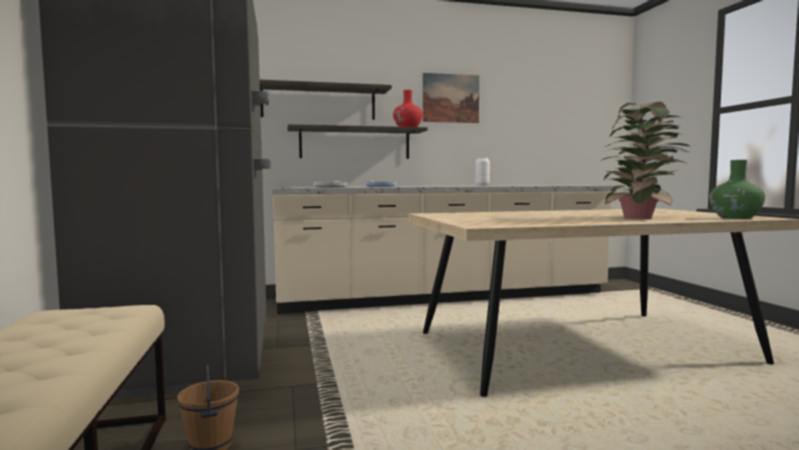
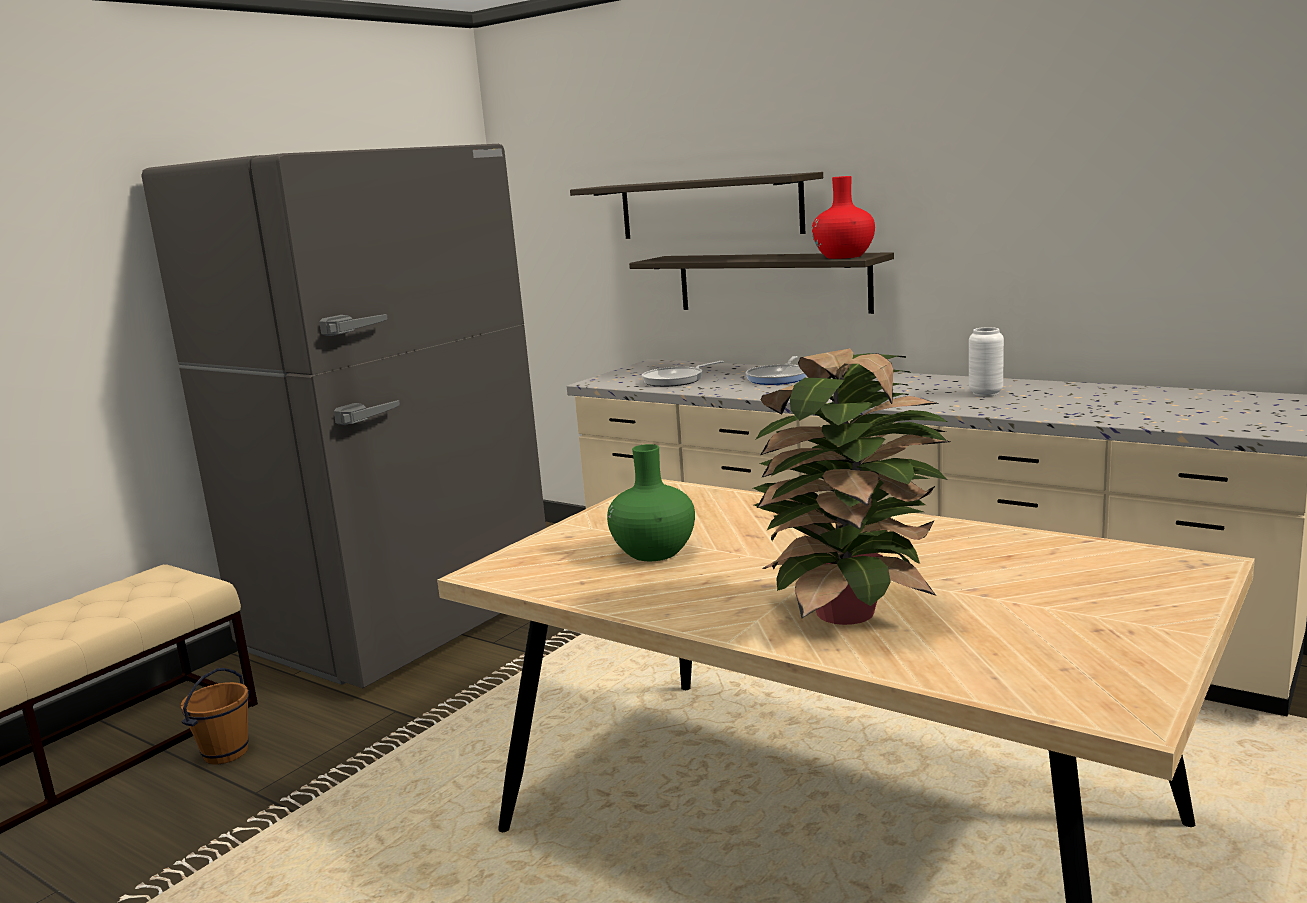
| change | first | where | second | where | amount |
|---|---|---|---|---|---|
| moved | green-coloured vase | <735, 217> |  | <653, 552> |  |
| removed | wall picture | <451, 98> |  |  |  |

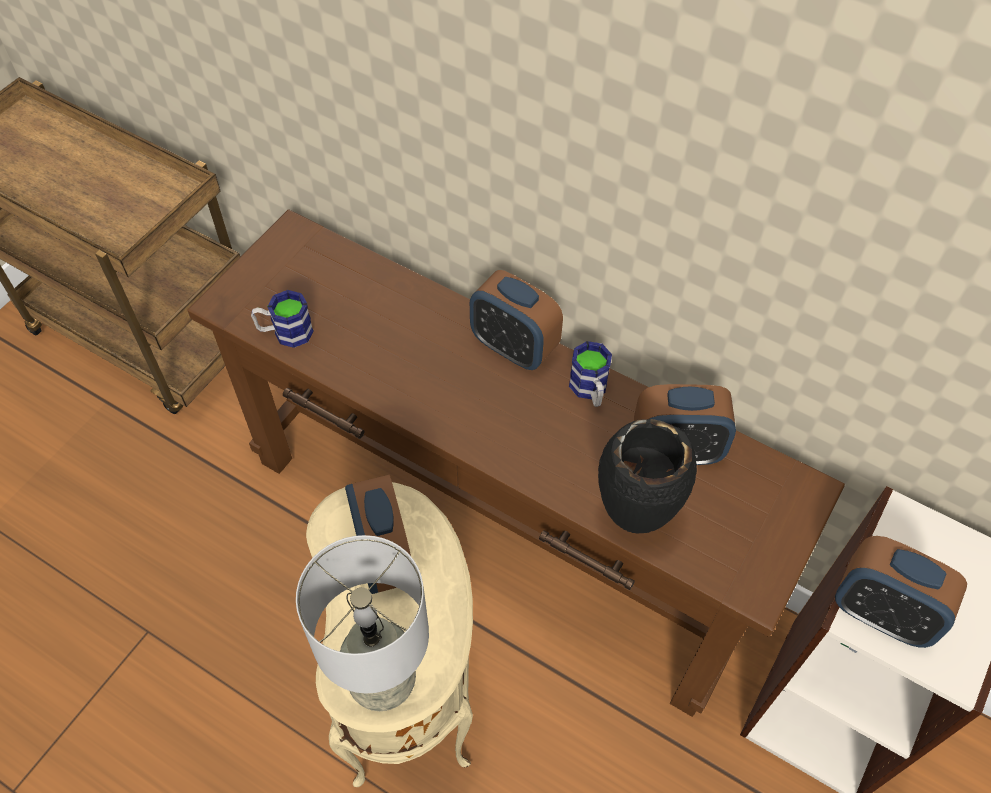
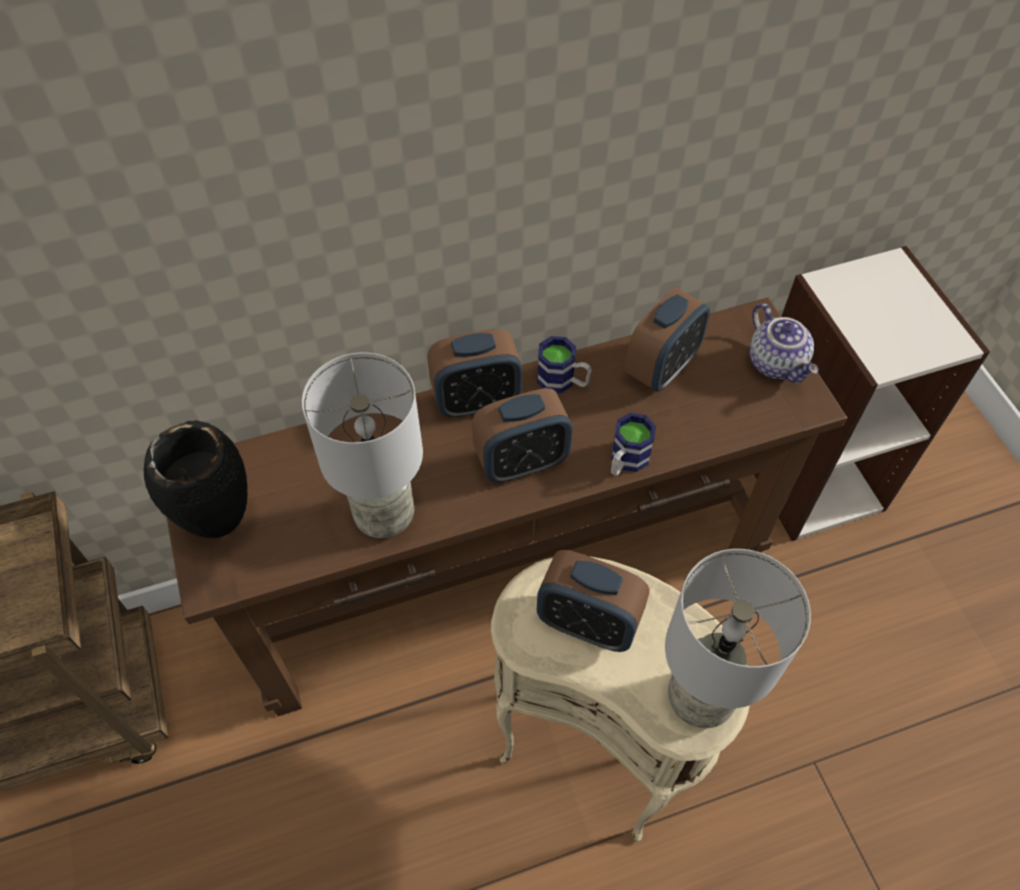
| change | first | where | second | where | amount |
|---|---|---|---|---|---|
| moved | black vase | <633, 518> |  | <220, 525> |  |
| added |  |  | grey table lamp | <383, 515> |  |
| moved | bedside clock | <881, 613> |  | <521, 462> |  |
| moved | mug | <285, 332> |  | <626, 461> |  |
| added |  |  | teapot | <777, 363> |  |

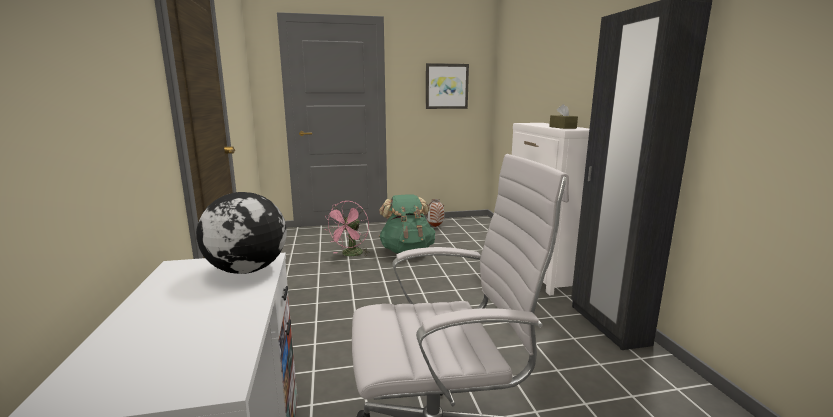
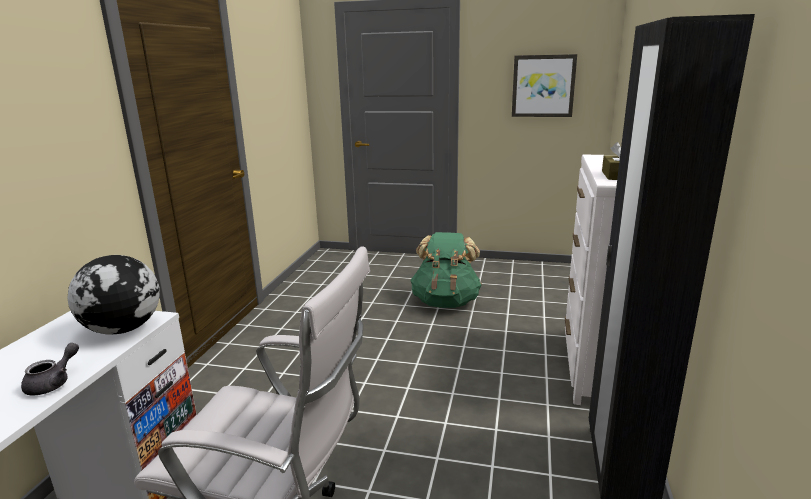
| change | first | where | second | where | amount |
|---|---|---|---|---|---|
| added |  |  | grey teapot | <54, 383> |  |
| removed | pinkish fan | <350, 255> |  |  |  |
| removed | vase | <435, 226> |  |  |  |

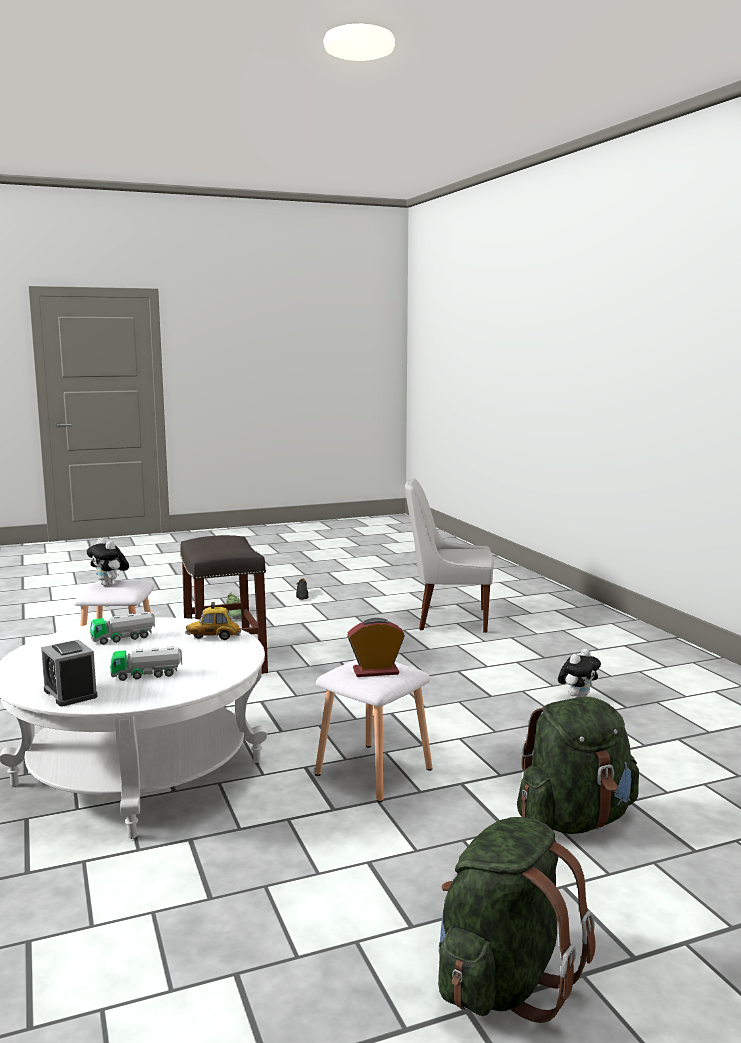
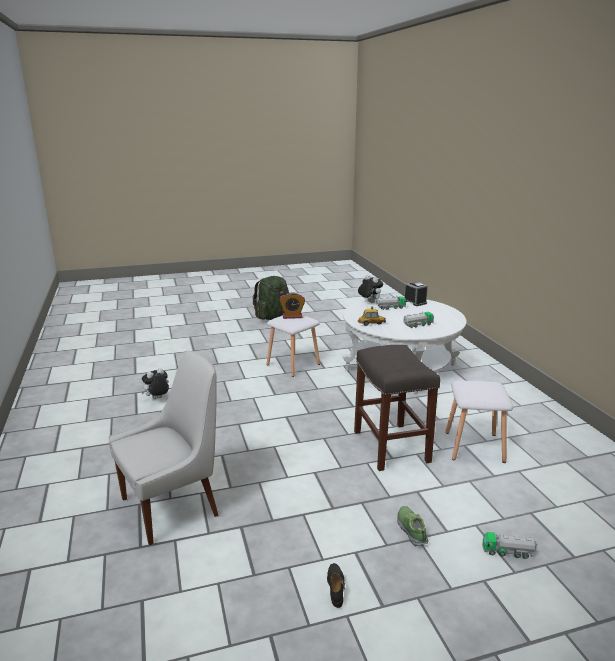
| change | first | where | second | where | amount |
|---|---|---|---|---|---|
| turned | white chair | <449, 619> |  | <174, 506> | 45 degrees counterclockwise |
| moved | cuddly toy | <110, 585> |  | <369, 302> |  |
| added |  |  | model truck | <507, 552> |  |
| removed | green-coloured backpack | <575, 820> |  |  |  |

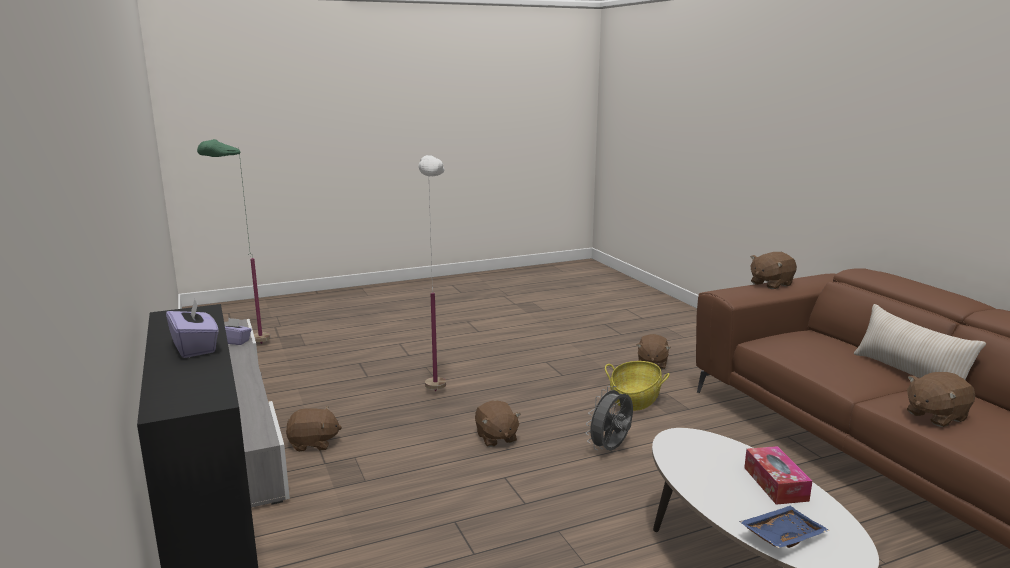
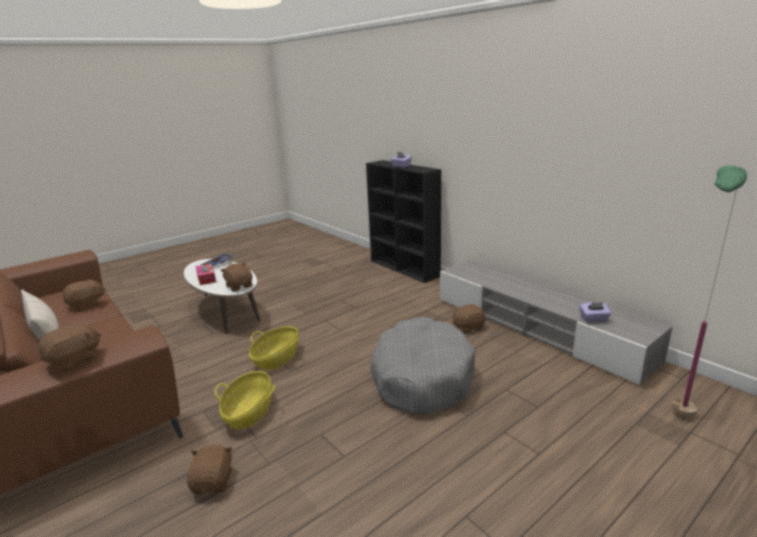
| change | first | where | second | where | amount |
|---|---|---|---|---|---|
| moved | brownish cuddly toy | <496, 438> |  | <239, 286> |  |
| replaced | grey fan | <610, 449> | basket | <277, 359> |  |
| replaced | white standard lamp | <438, 399> | grey dog cushion | <421, 377> |  |

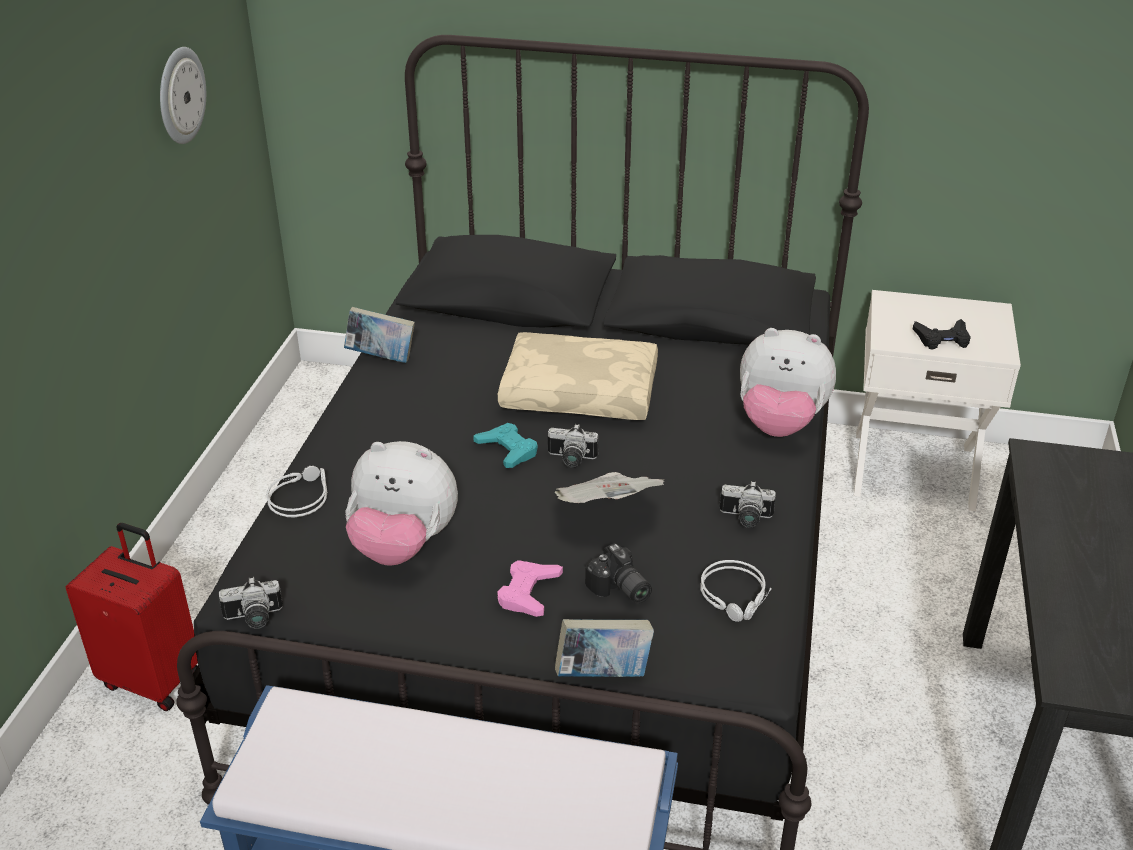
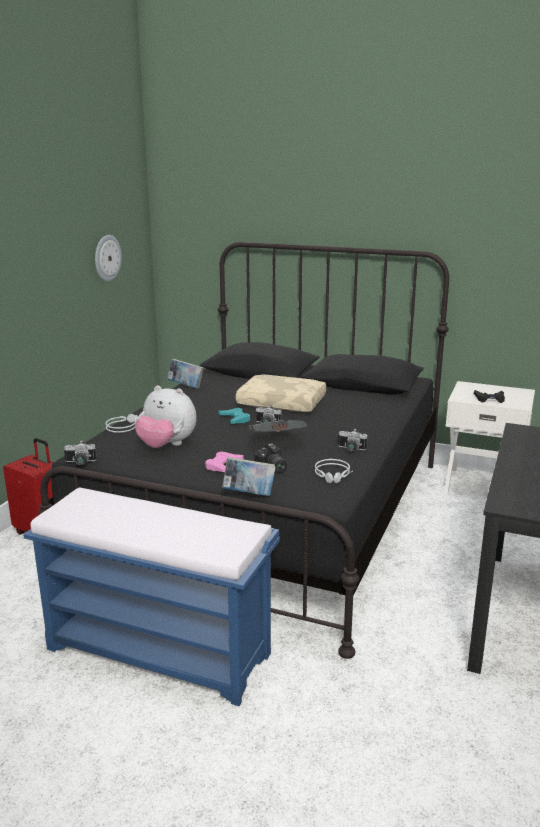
| change | first | where | second | where | amount |
|---|---|---|---|---|---|
| removed | cuddly toy | <780, 424> |  |  |  |

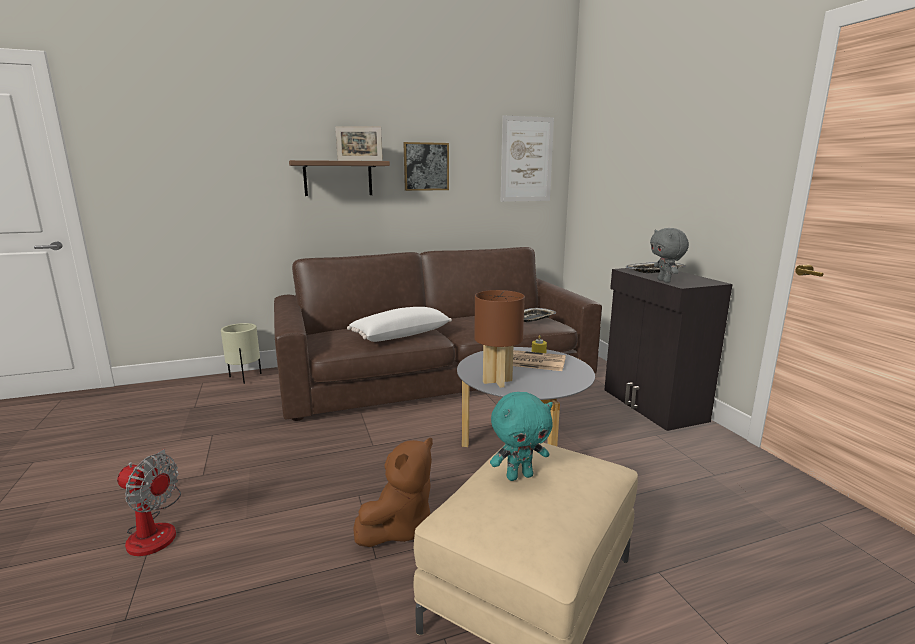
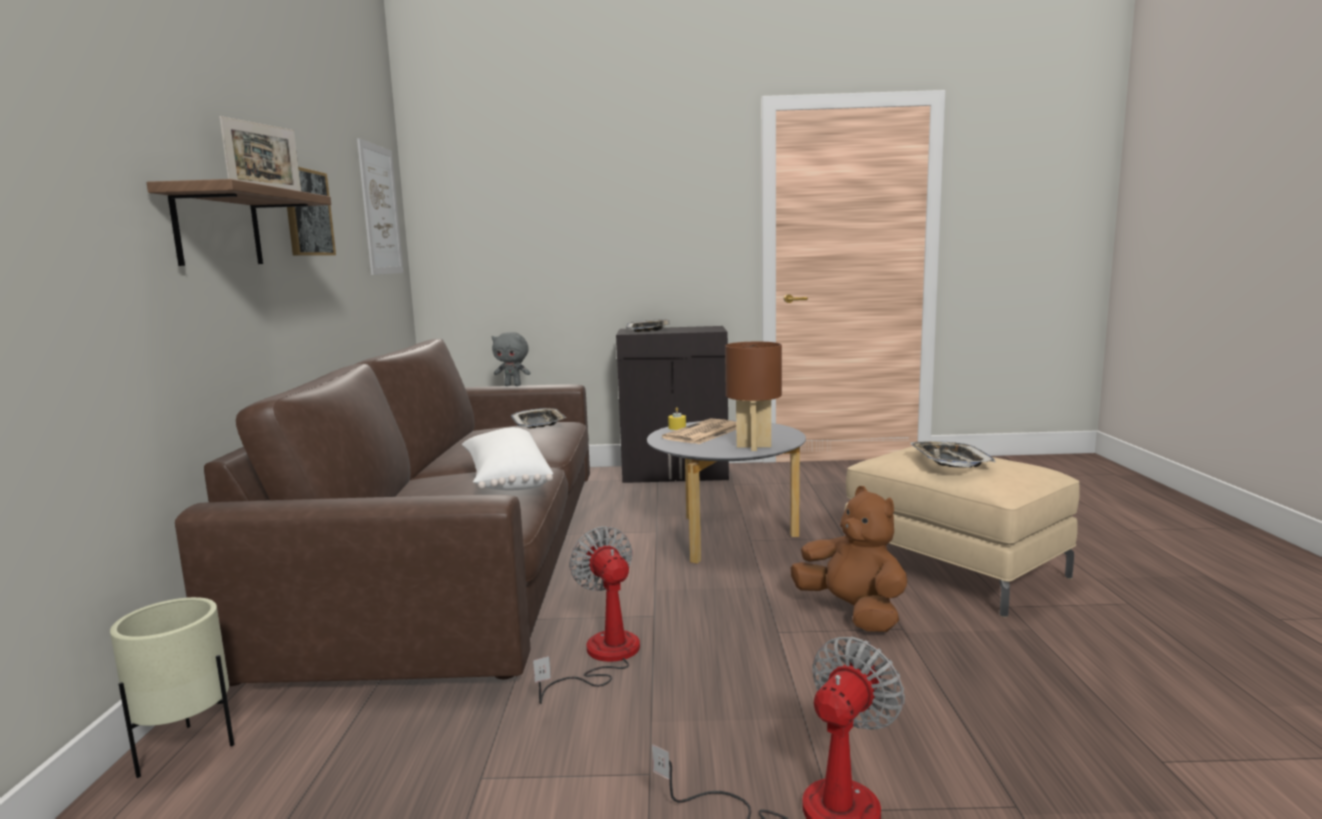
| change | first | where | second | where | amount |
|---|---|---|---|---|---|
| moved | grey cuddly toy | <665, 281> |  | <513, 385> |  |
| added |  |  | fan | <602, 657> |  |
| replaced | turquoise-coloured cuddly toy | <519, 476> | carrying tray | <949, 460> |  |

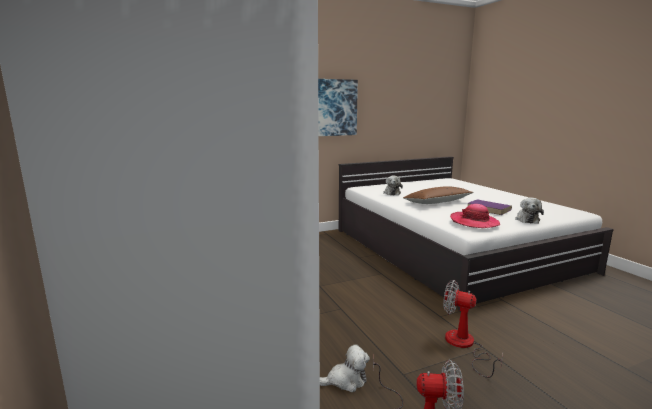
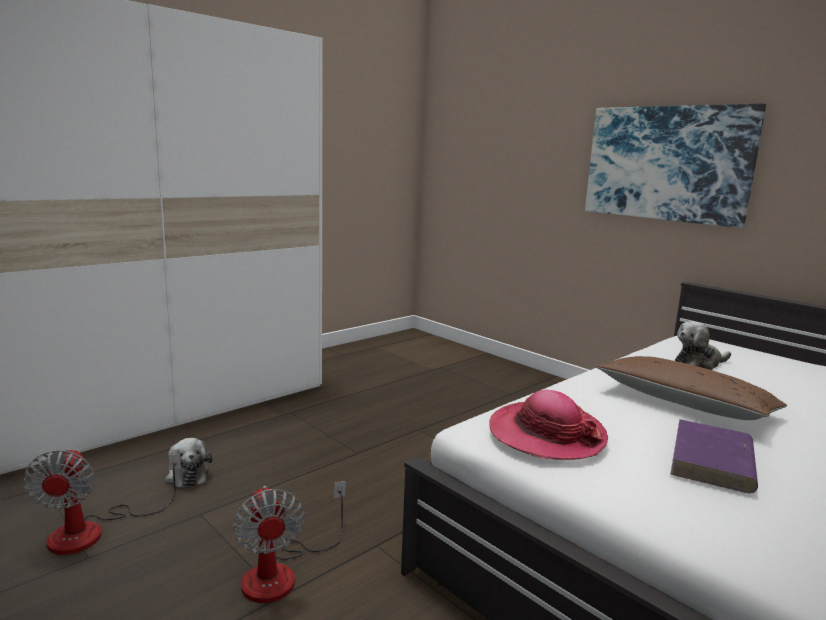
| change | first | where | second | where | amount |
|---|---|---|---|---|---|
| turned | fan | <464, 346> |  | <282, 572> | 150 degrees clockwise |
| removed | cuddly toy | <527, 219> |  |  |  |

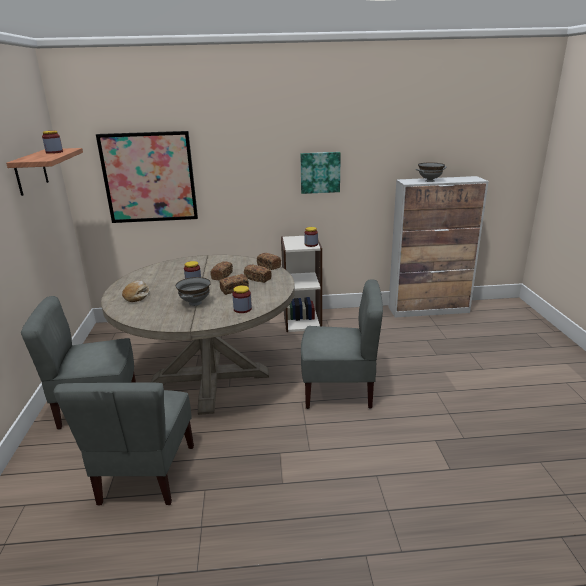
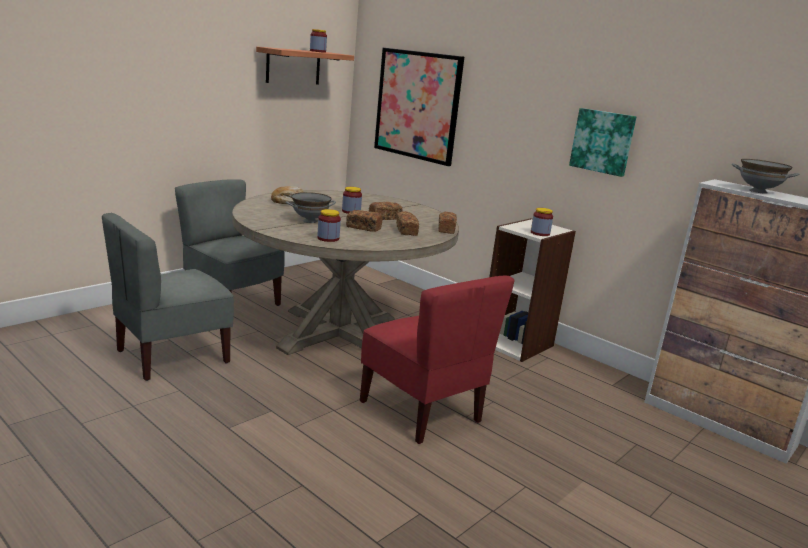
| change | first | where | second | where | amount |
|---|---|---|---|---|---|
| recoloured | grey chair | <339, 390> | red chair | <422, 411> |  |

